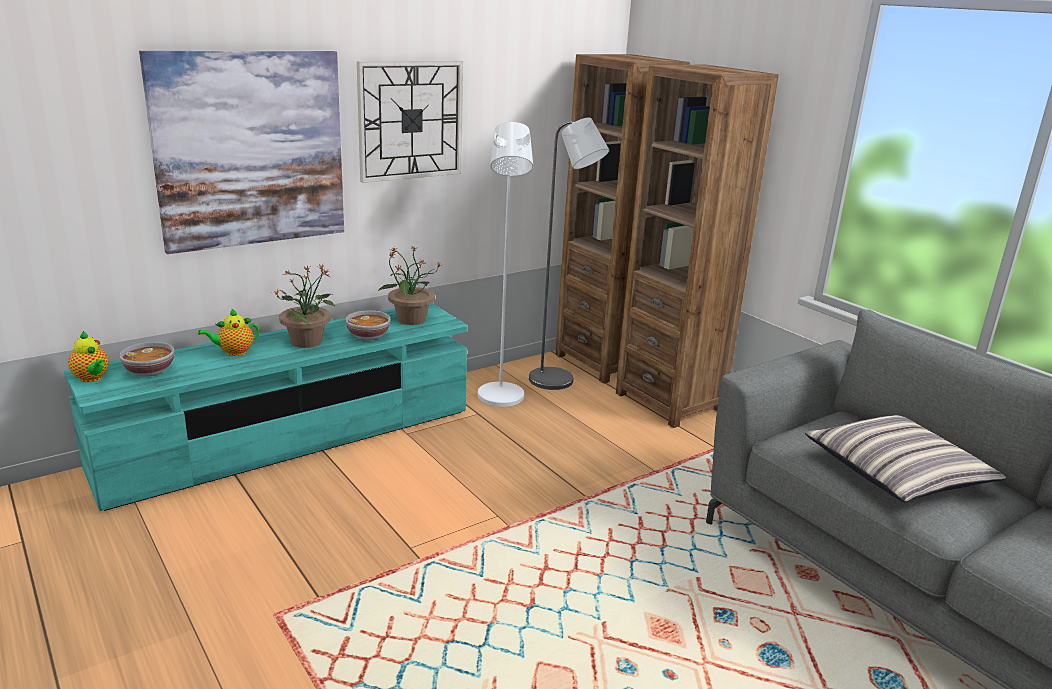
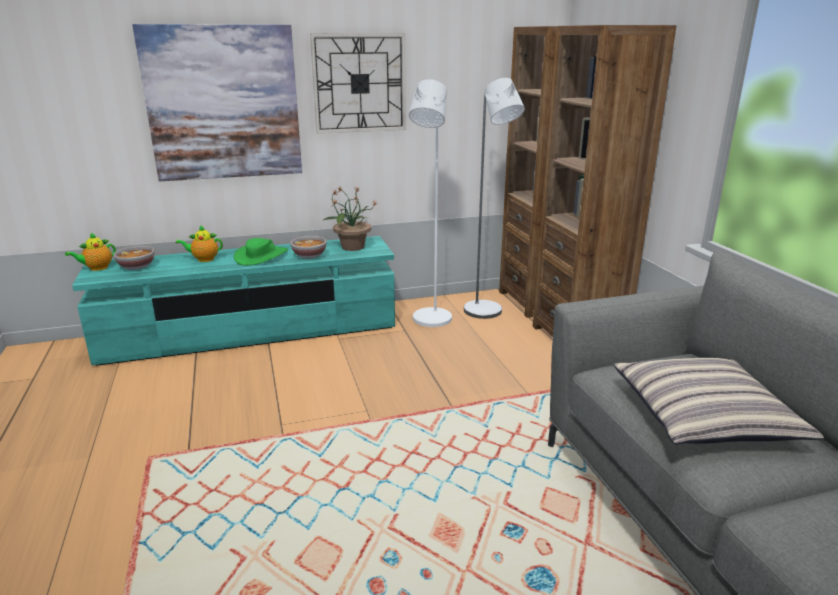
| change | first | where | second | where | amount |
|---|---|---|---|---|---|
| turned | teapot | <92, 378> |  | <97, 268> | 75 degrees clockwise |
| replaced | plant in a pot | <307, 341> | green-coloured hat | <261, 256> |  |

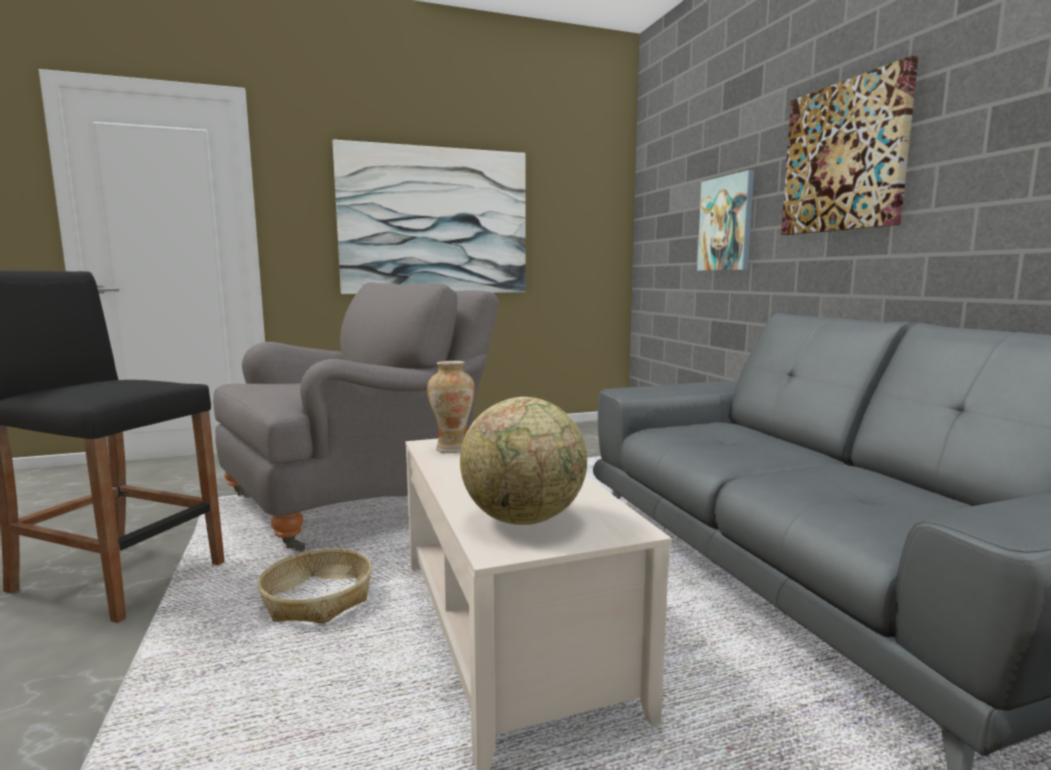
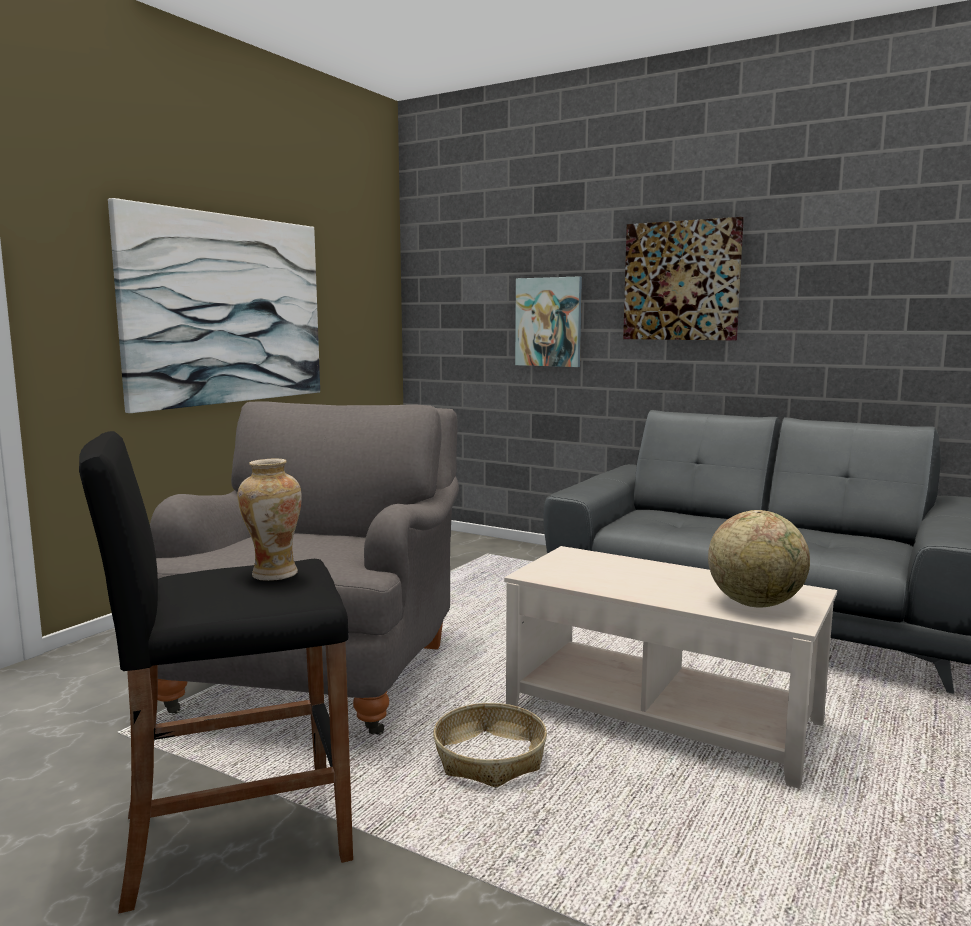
| change | first | where | second | where | amount |
|---|---|---|---|---|---|
| moved | vase | <452, 448> |  | <273, 574> |  |

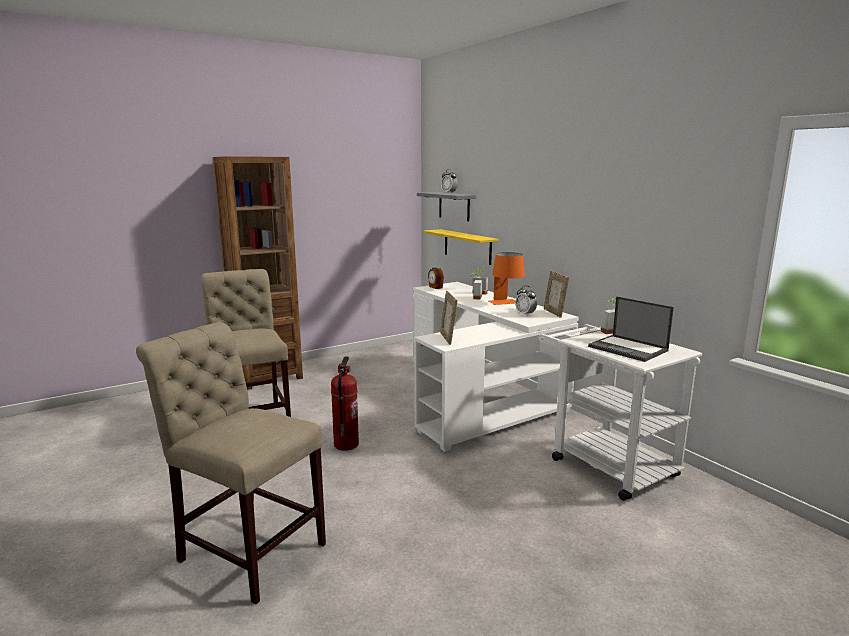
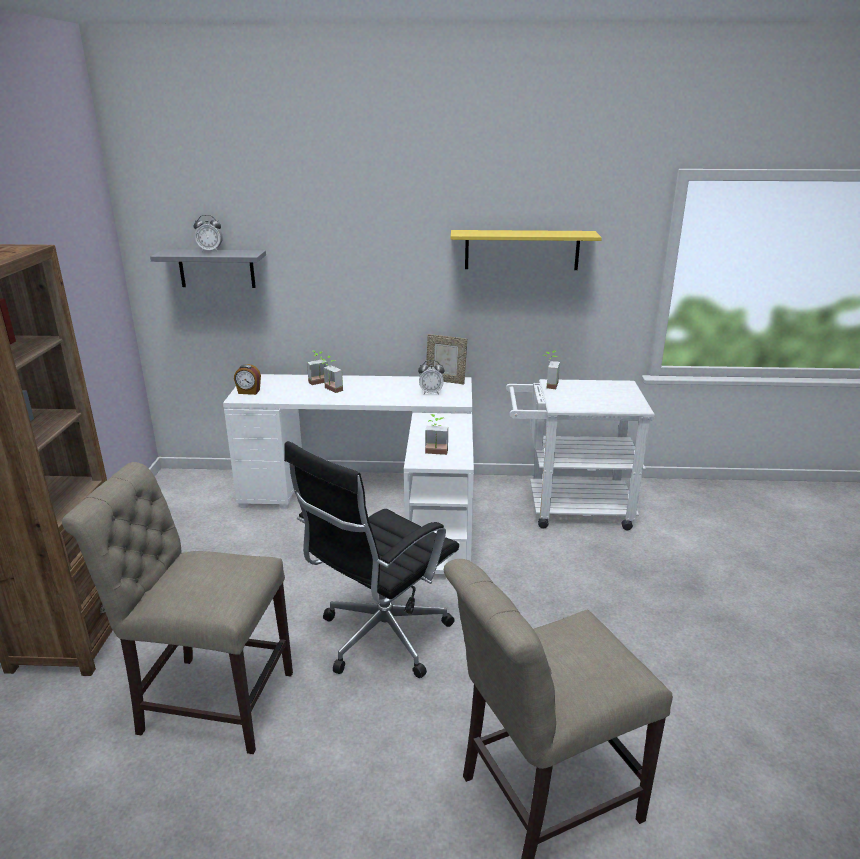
| change | first | where | second | where | amount |
|---|---|---|---|---|---|
| replaced | extinguisher | <346, 444> | black desk chair | <380, 639> |  |
| replaced | standing frame | <448, 338> | plant in a pot | <436, 453> |  |
| moved | yellowish bracket shelf | <467, 246> |  | <522, 250> |  |
| removed | orange table lamp | <506, 303> |  |  |  |
| removed | laptop | <629, 349> |  |  |  |

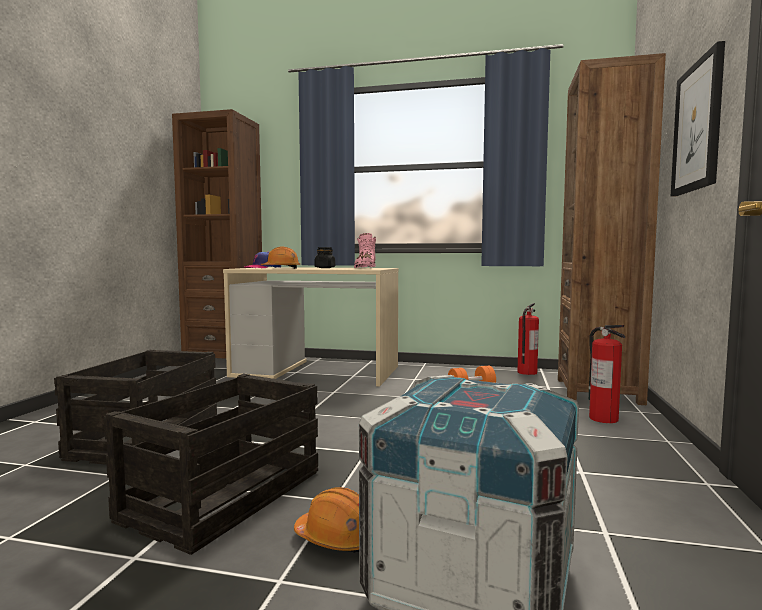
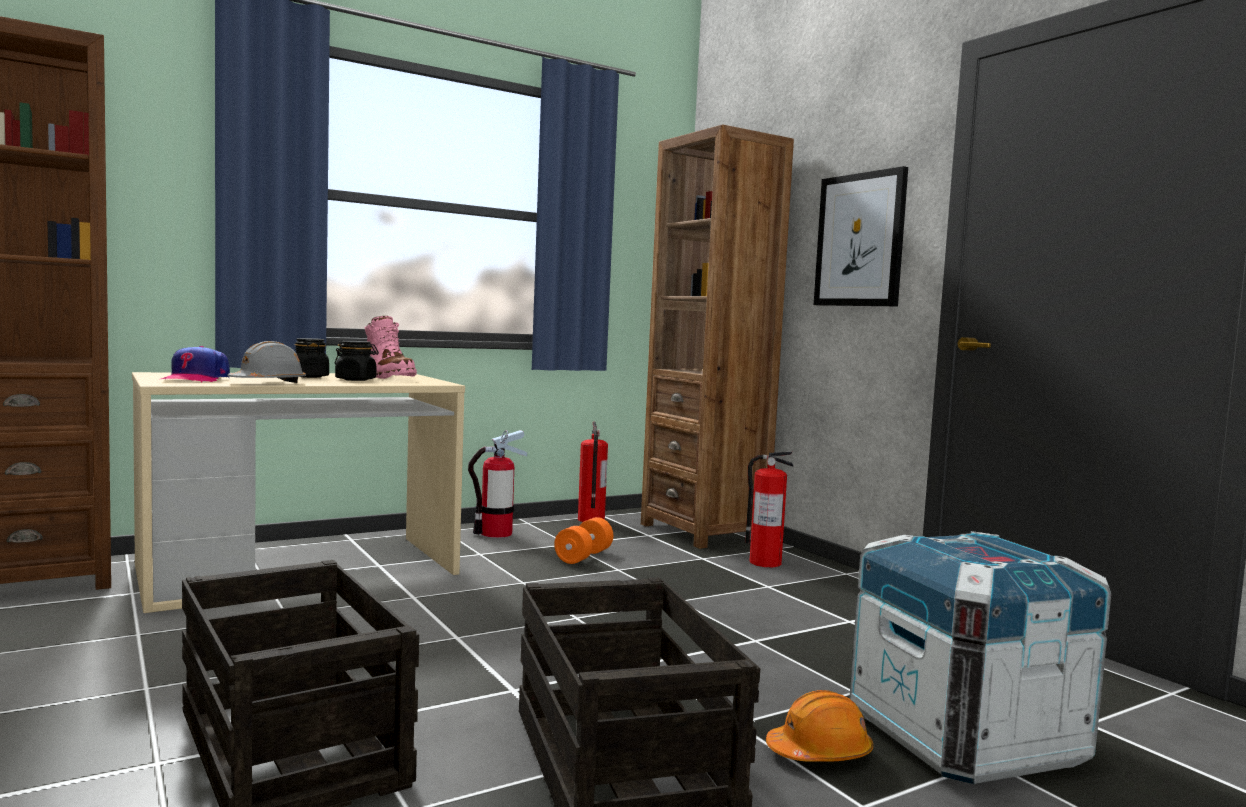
| change | first | where | second | where | amount |
|---|---|---|---|---|---|
| recoloured | orange work helmet | <281, 268> | grey work helmet | <268, 383> |  |
| added |  |  | black jar | <356, 380> |  |
| added |  |  | extinguisher | <496, 533> |  |

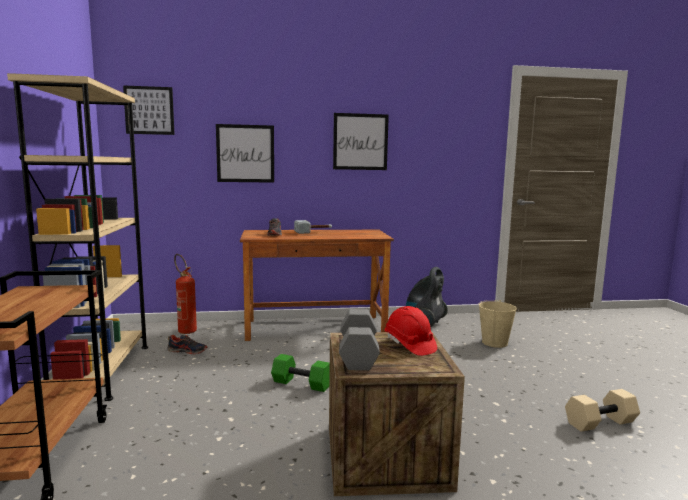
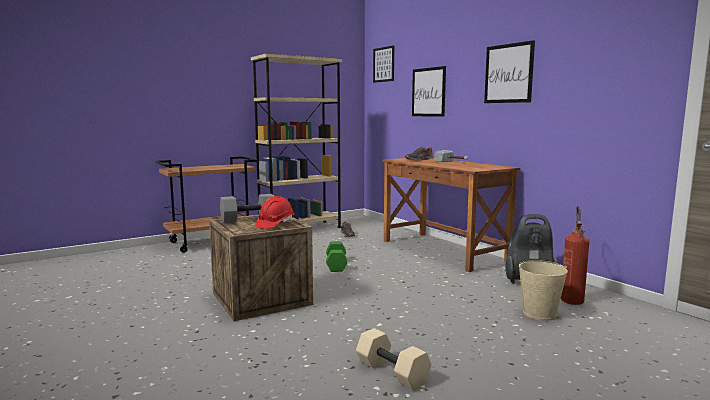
| change | first | where | second | where | amount |
|---|---|---|---|---|---|
| moved | extinguisher | <185, 330> |  | <571, 299> |  |

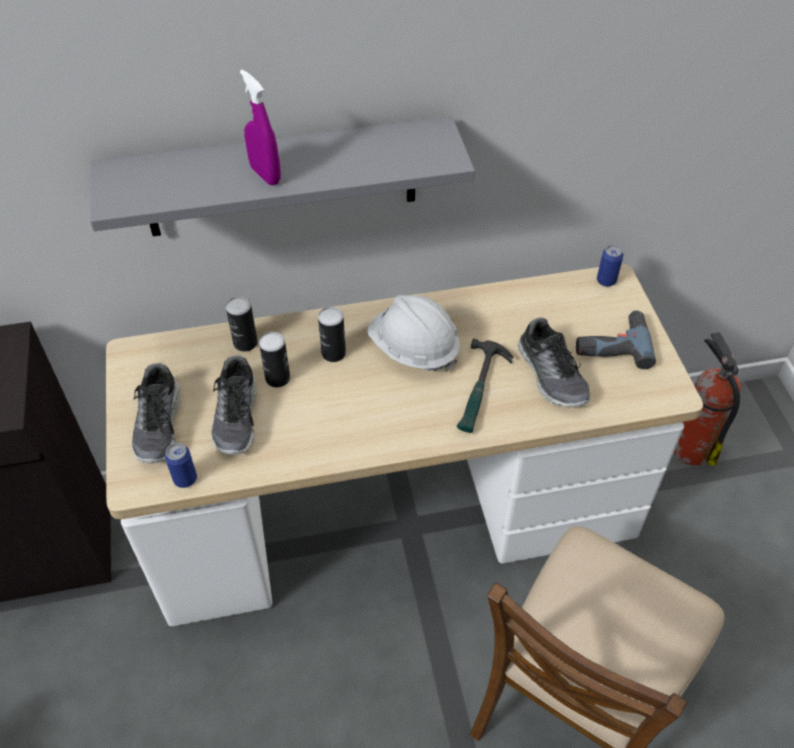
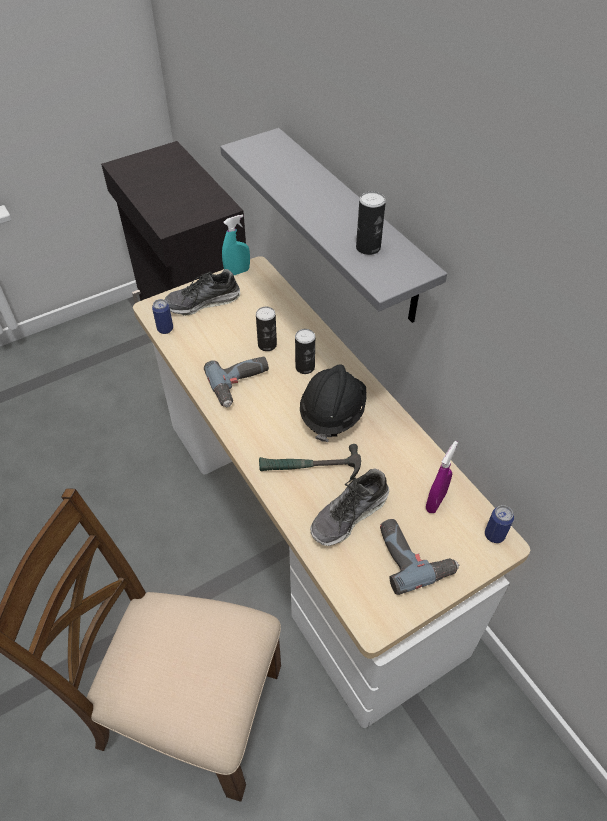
| change | first | where | second | where | amount |
|---|---|---|---|---|---|
| added |  |  | electric drill | <241, 384> |  |
| added |  |  | turquoise-coloured sprayer | <237, 272> |  |
| recoloured | white work helmet | <413, 349> | black work helmet | <332, 413> |  |
| moved | can | <245, 343> |  | <368, 247> |  |
| moved | purple sprayer | <265, 175> |  | <435, 501> |  |
| removed | shoe | <237, 417> |  |  |  |
| removed | extinguisher | <689, 447> |  |  |  |

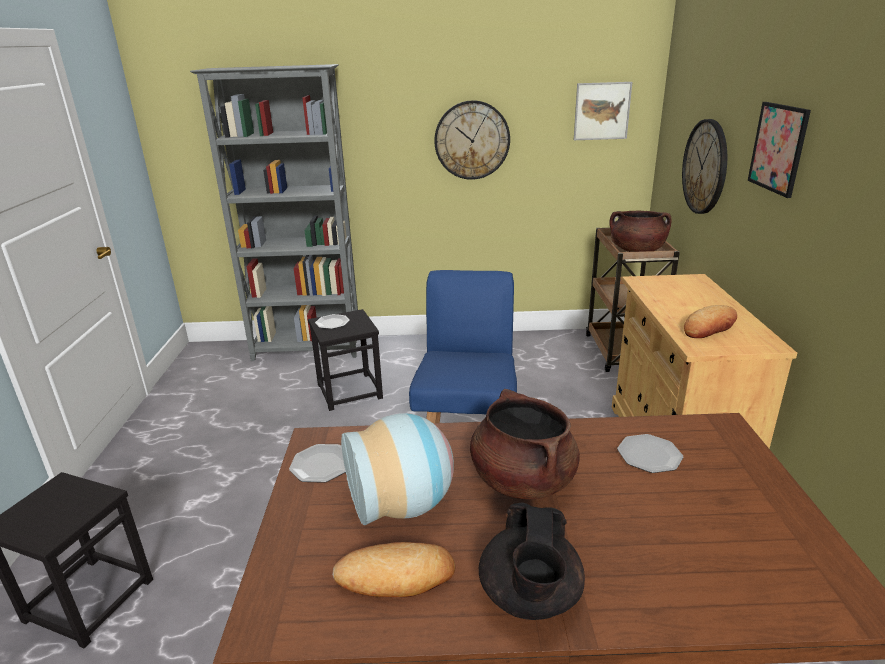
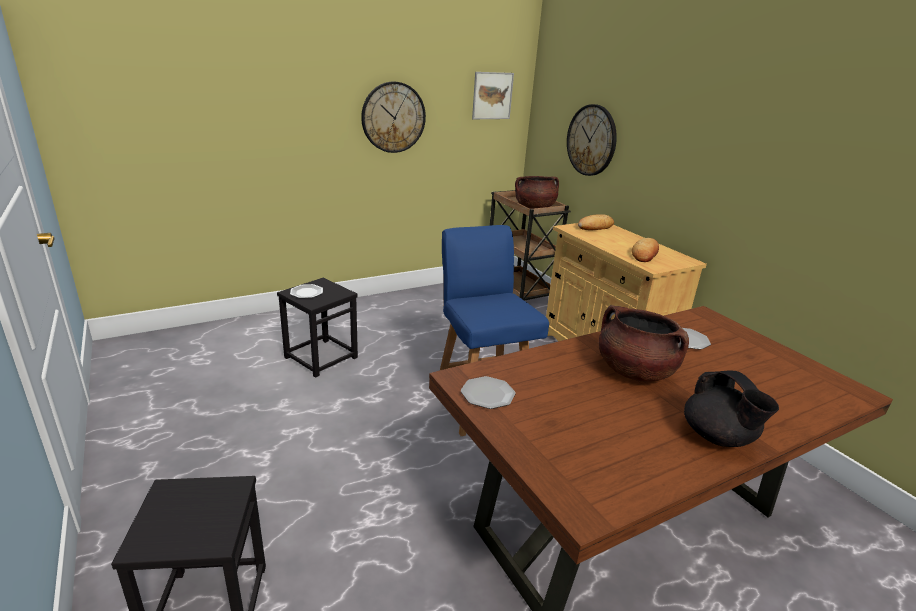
| change | first | where | second | where | amount |
|---|---|---|---|---|---|
| moved | bread | <396, 576> |  | <595, 226> |  |
| removed | grey bookshelf | <308, 349> |  |  |  |
| removed | vase | <403, 504> |  |  |  |
| removed | wall picture | <778, 148> |  |  |  |

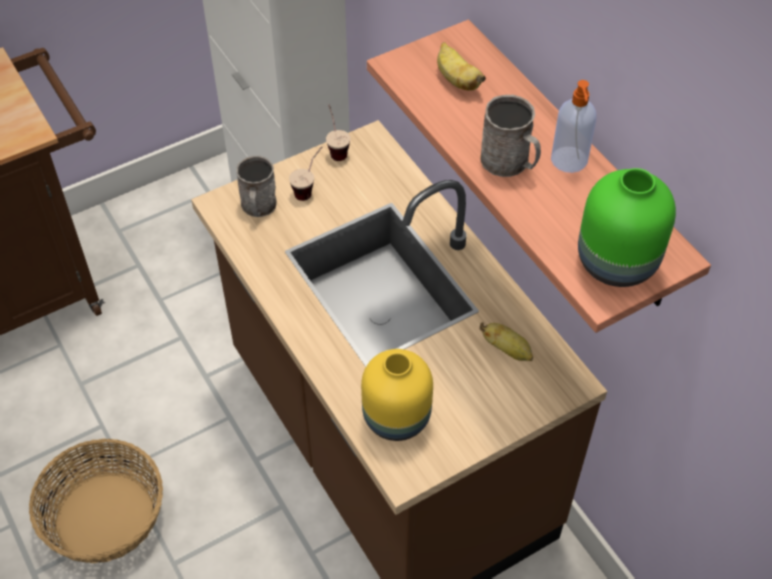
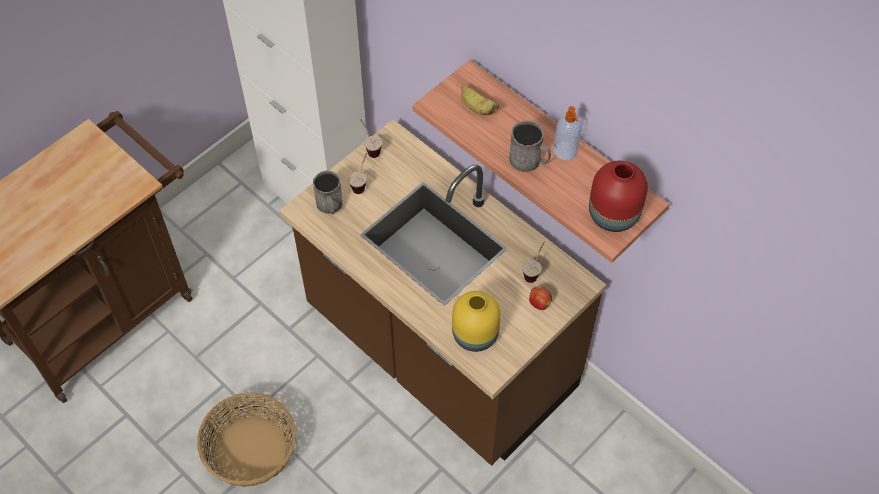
| change | first | where | second | where | amount |
|---|---|---|---|---|---|
| replaced | whole banana | <507, 350> | small cup | <534, 271> |  |
| added |  |  | whole apple | <539, 303> |  |
| recoloured | green-coloured vase | <614, 262> | red vase | <612, 215> |  |

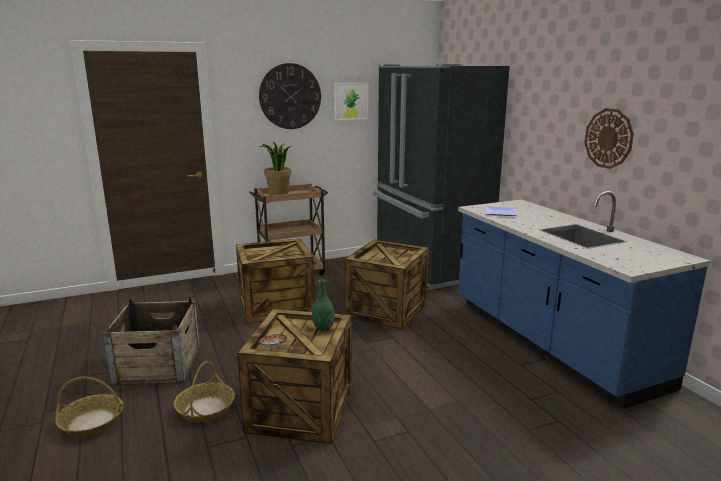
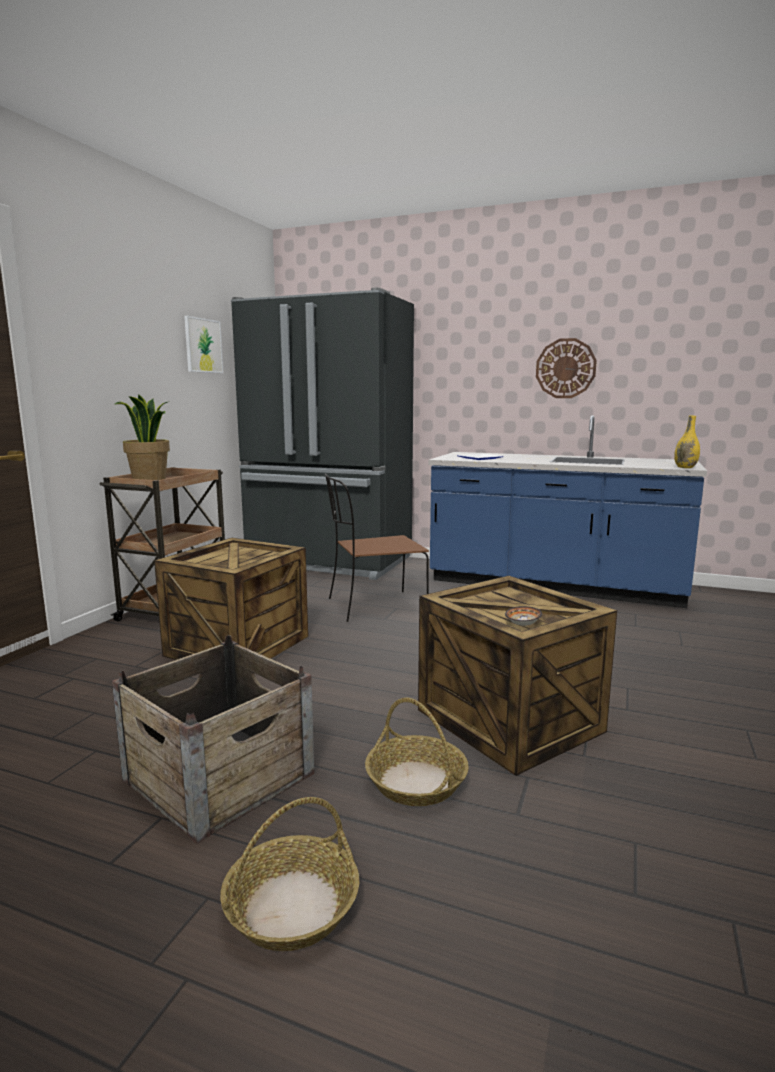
| change | first | where | second | where | amount |
|---|---|---|---|---|---|
| replaced | packing crate | <386, 309> | brownish chair | <374, 607> |  |
| added |  |  | yellowish vase | <685, 467> |  |
| removed | hanging clock | <290, 96> |  |  |  |
| removed | green-coloured vase | <323, 327> |  |  |  |

